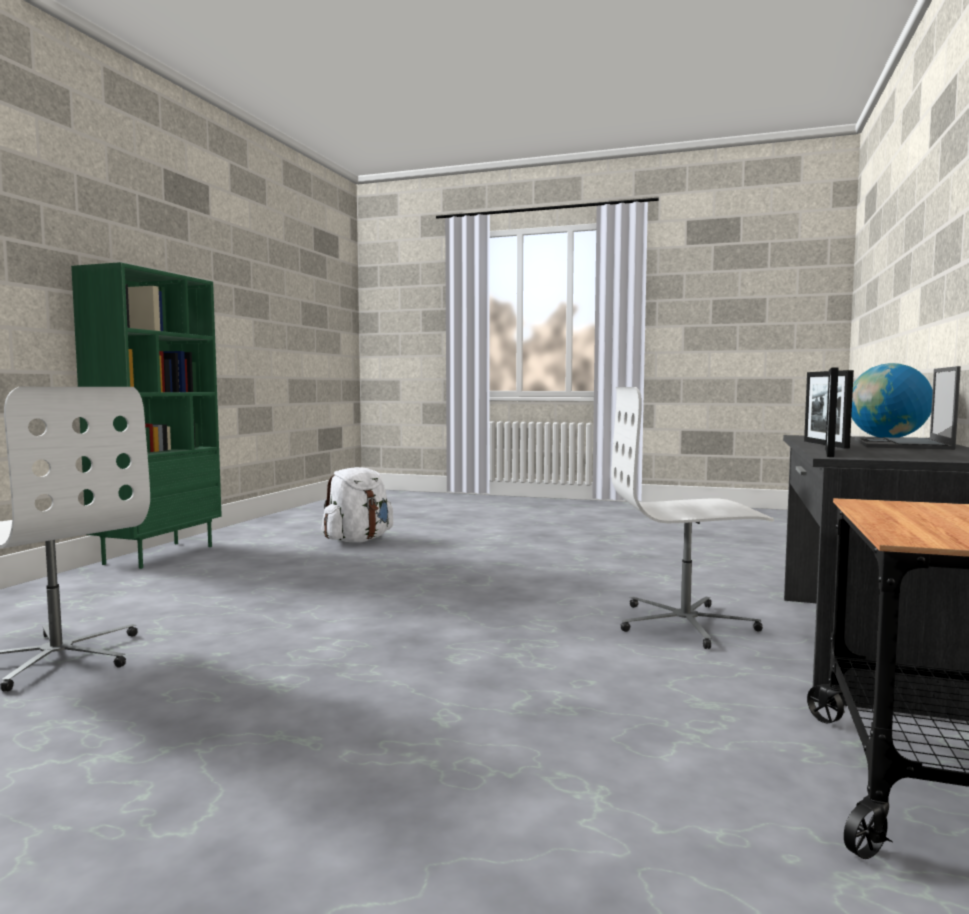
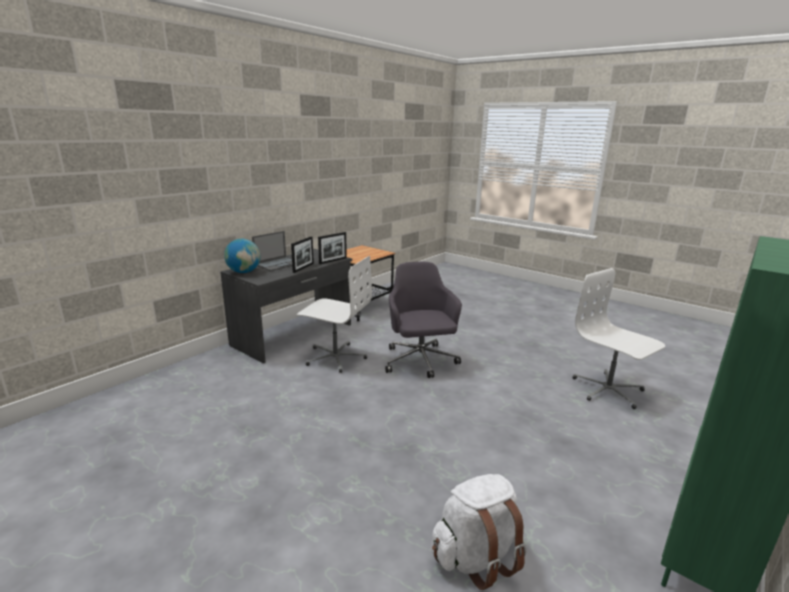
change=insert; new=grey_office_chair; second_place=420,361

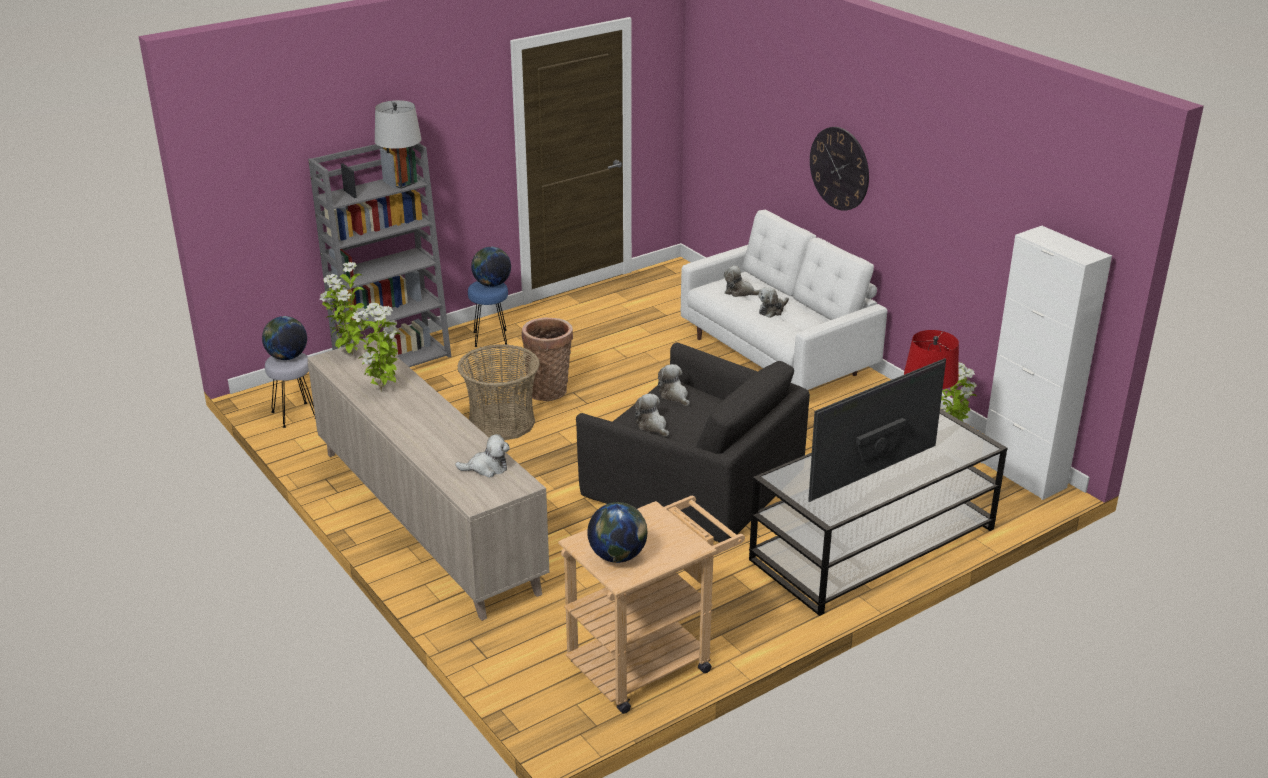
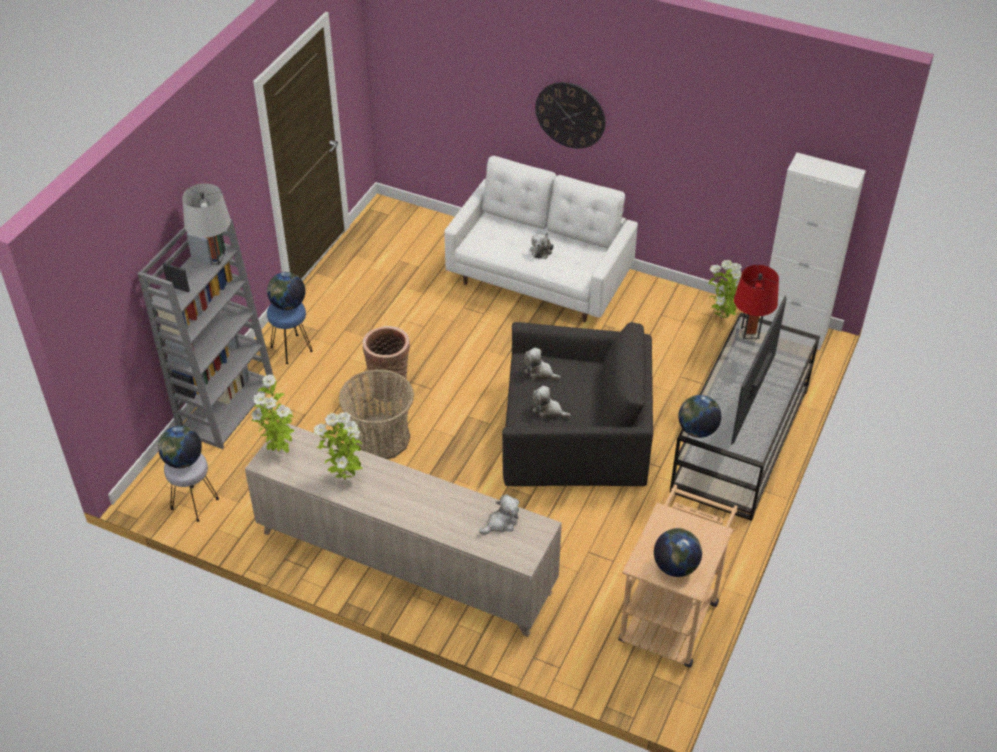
change=delete; old=plush_toy; first_place=740,292
change=insert; new=globe; second_place=697,430

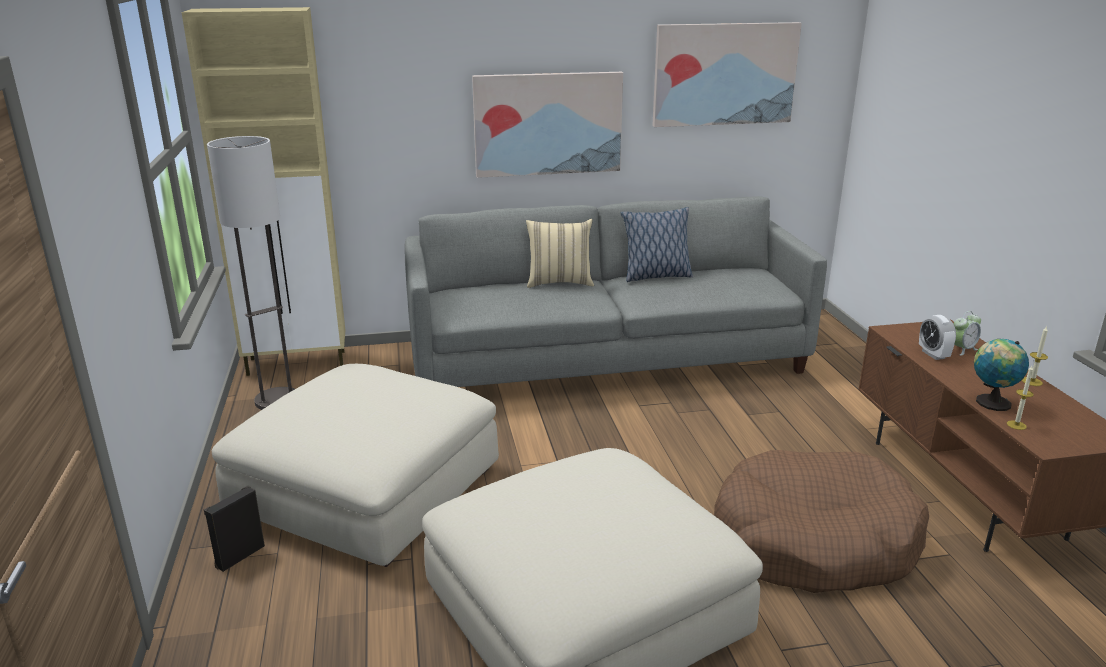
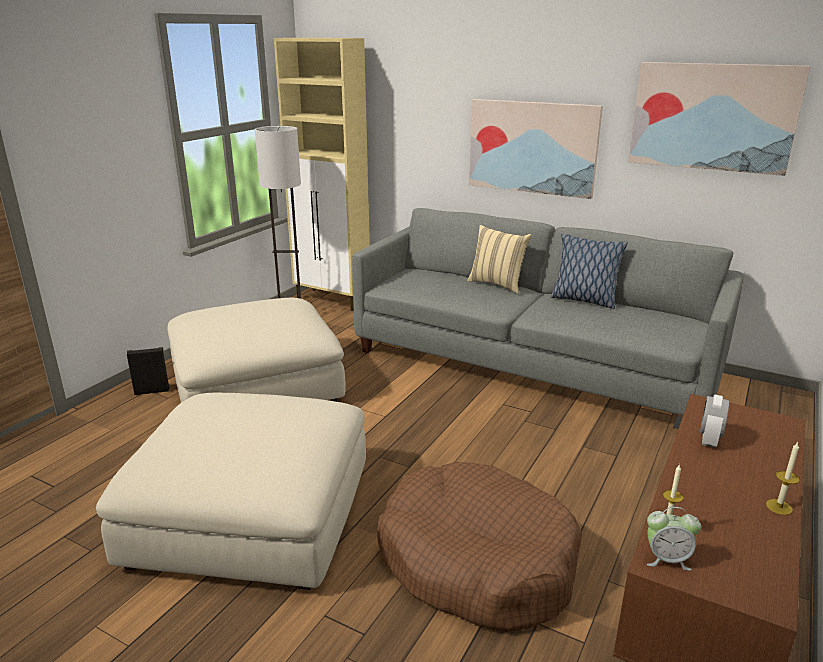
change=delete; old=globe; first_place=990,403
change=move; old=alarm_clock; first_place=962,349; second_place=667,559

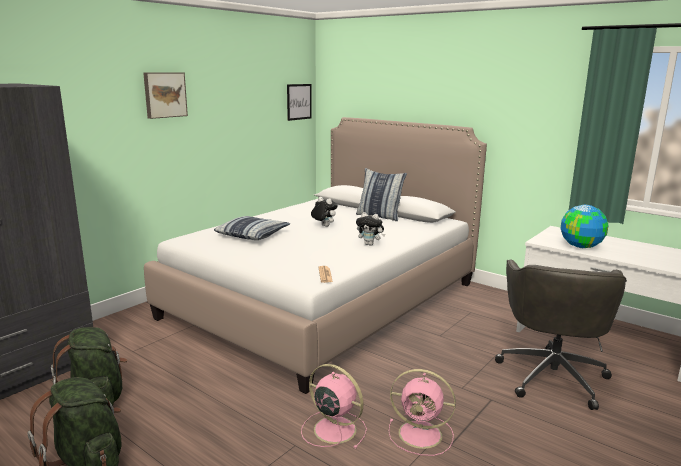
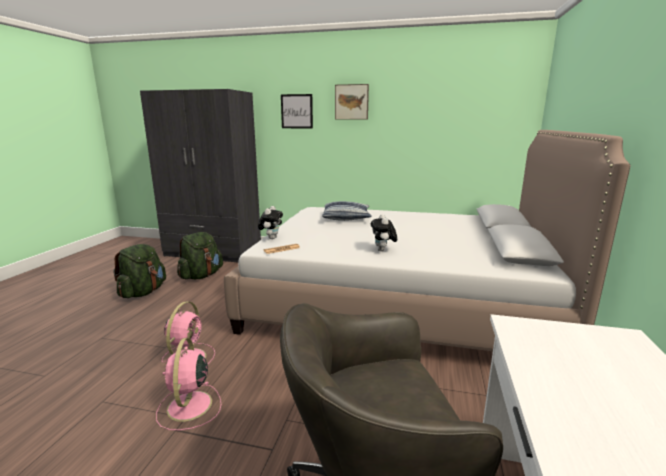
change=delete; old=pillow; first_place=379,216
change=delete; old=globe; first_place=581,246
change=move; old=picture; first_place=299,101; second_place=296,111
change=move; old=plush_toy; first_place=323,226; second_place=271,238

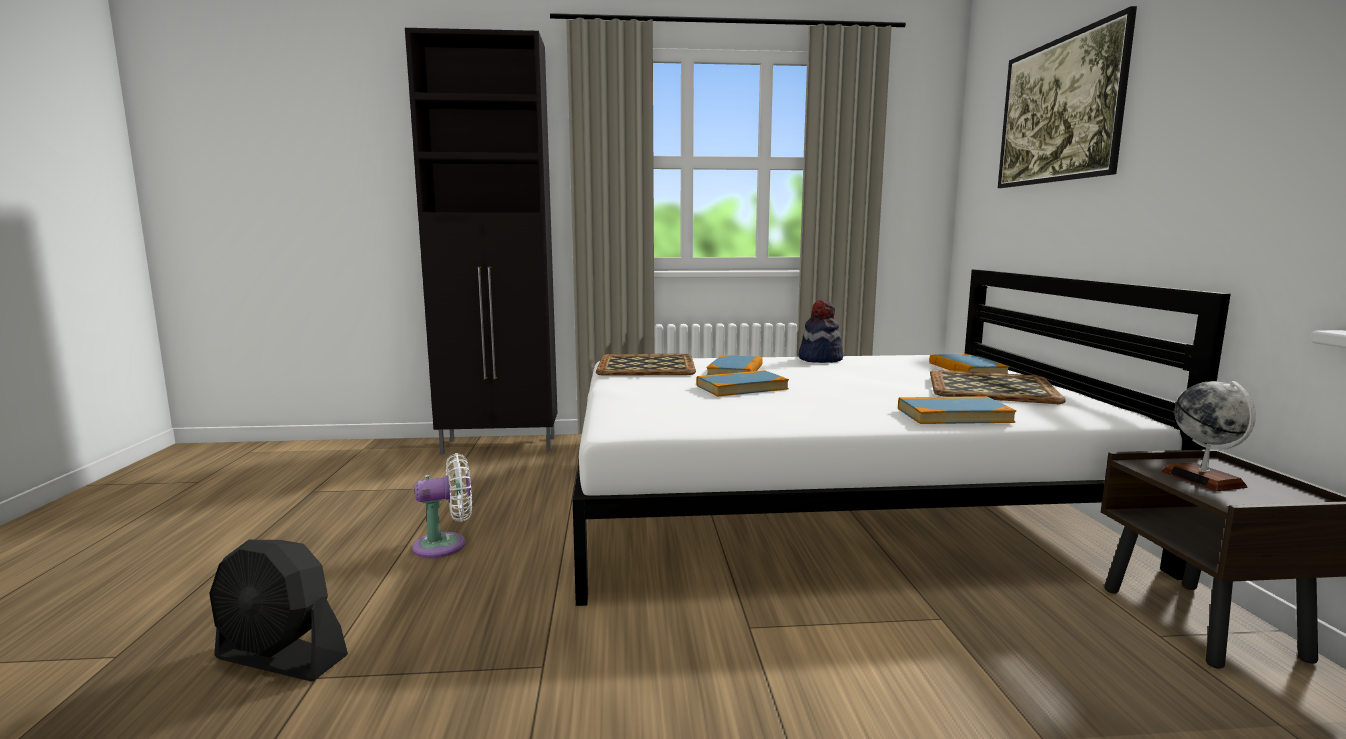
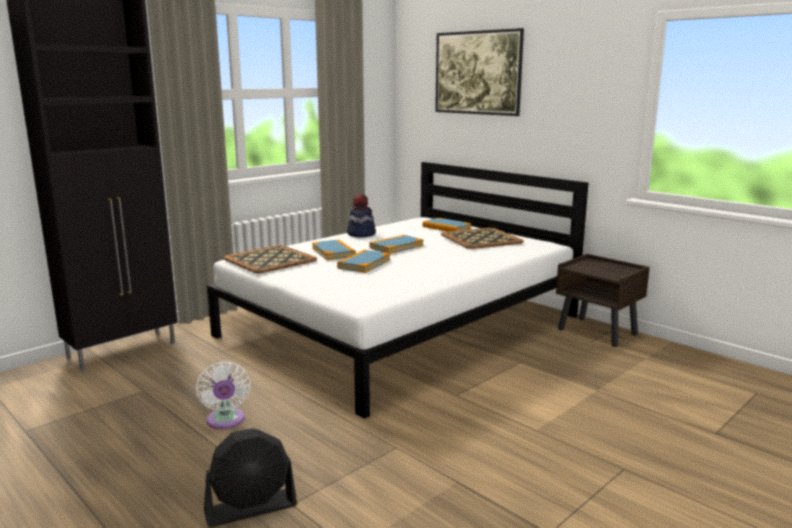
change=delete; old=globe; first_place=1203,479
change=move; old=book; first_place=954,415; second_place=396,247
change=rotate; old=white_fan; first_place=446,545; second_place=226,421; degrees=135

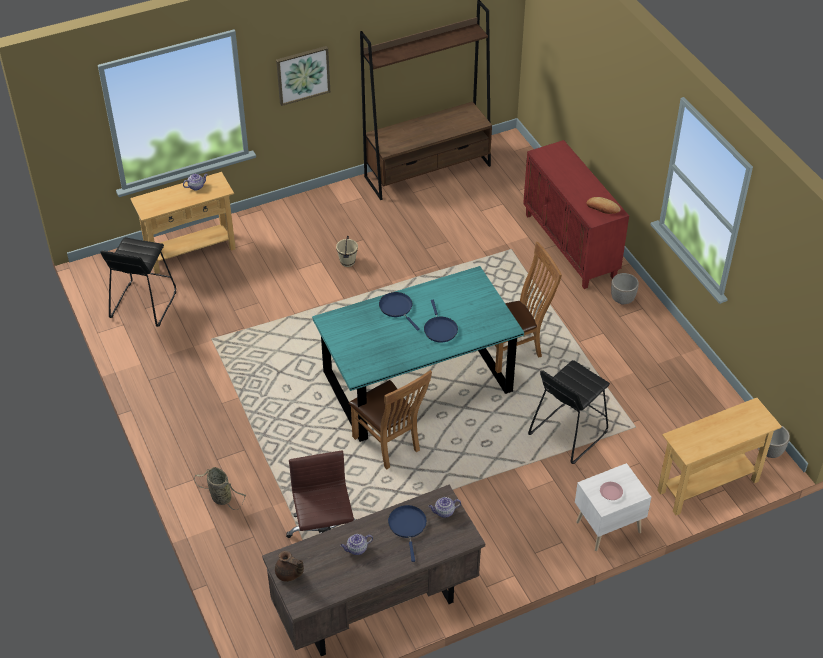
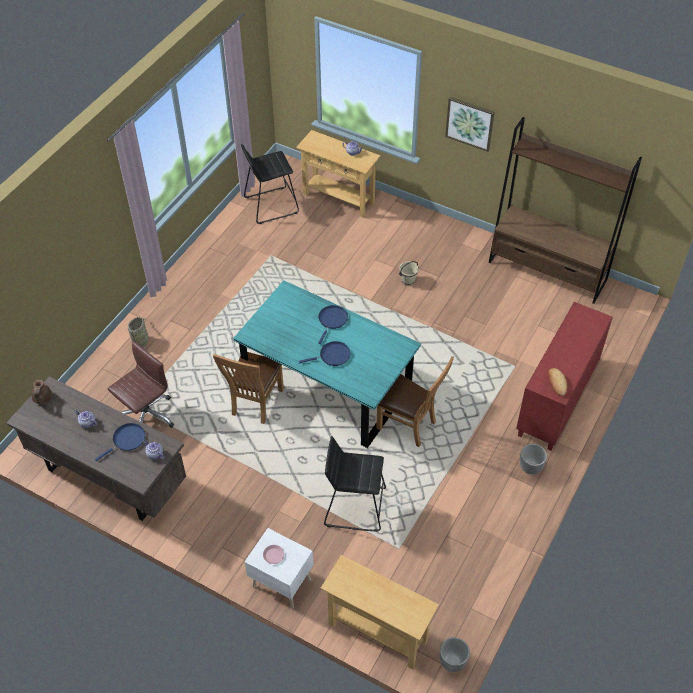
change=rotate; old=blue_frying_pan; first_place=440,329; second_place=332,356; degrees=-150

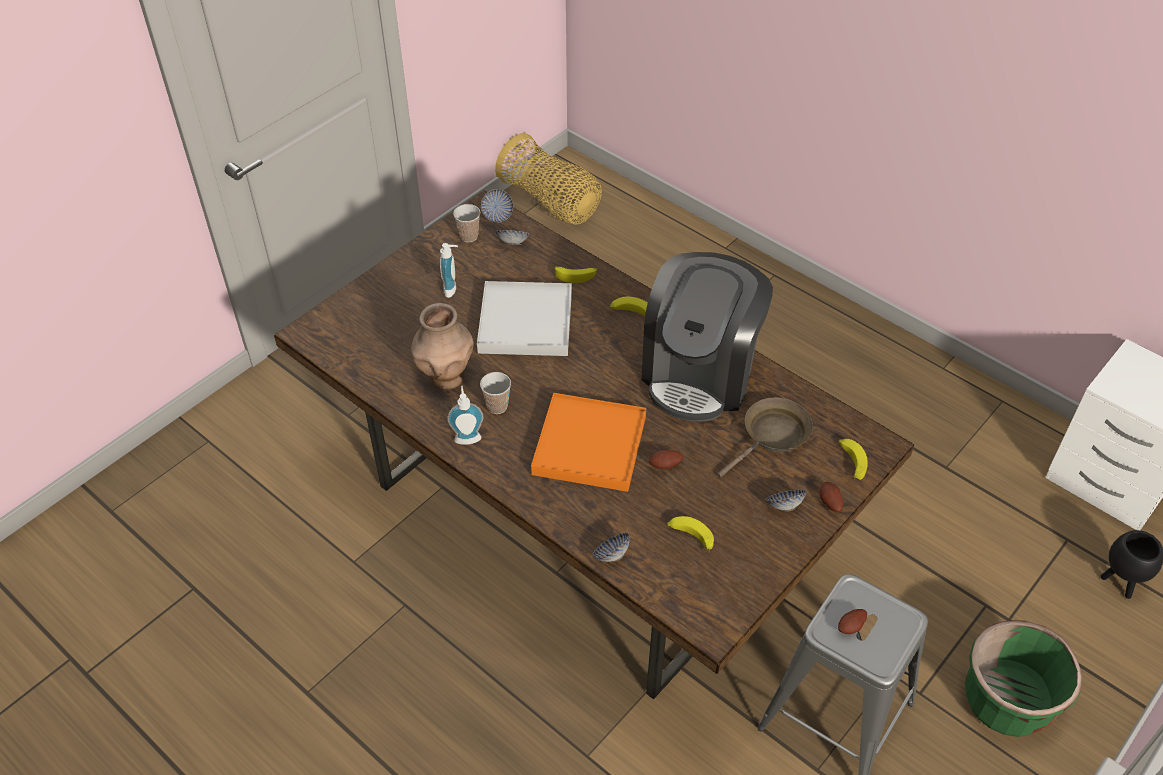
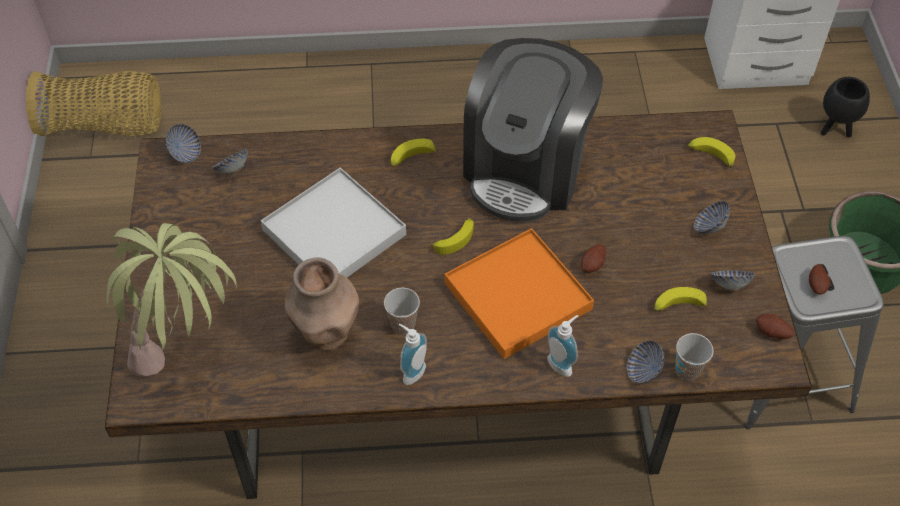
change=delete; old=brown_frying_pan; first_place=772,436
change=insert; new=potted_plant; second_place=188,352
change=insert; new=bowl; second_place=729,285
change=move; old=soap_dispenser; first_place=453,289; second_place=562,363
change=move; old=cup; first_place=469,236; second_place=687,370
change=move; old=banana; first_place=576,276; second_place=455,239
change=move; old=potato; first_place=829,503; second_place=771,333
change=rotate; old=coffee_machine; first_place=700,373; second_place=526,169; degrees=45

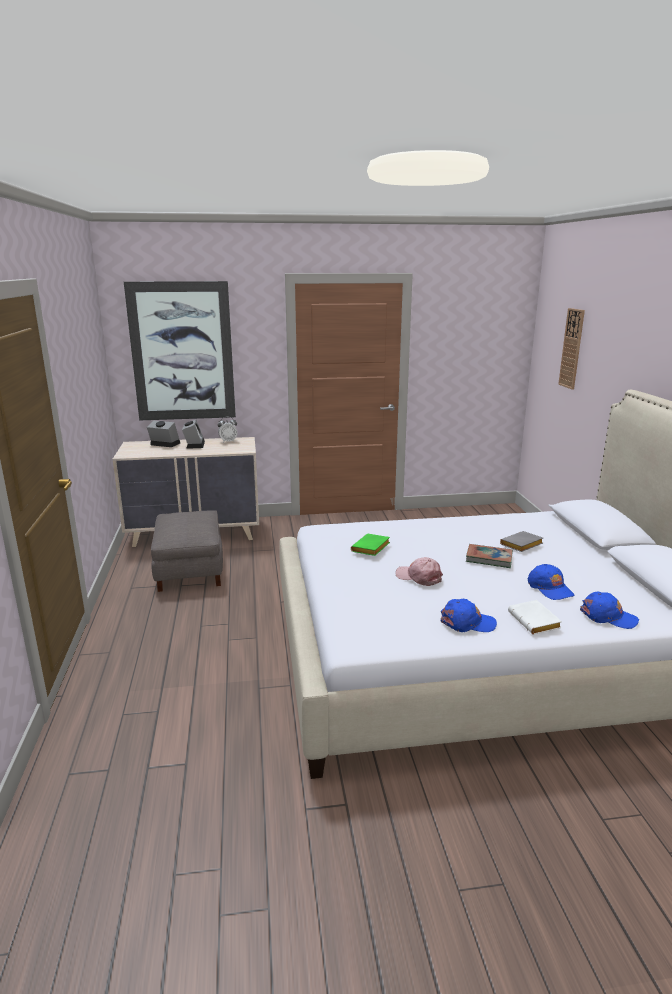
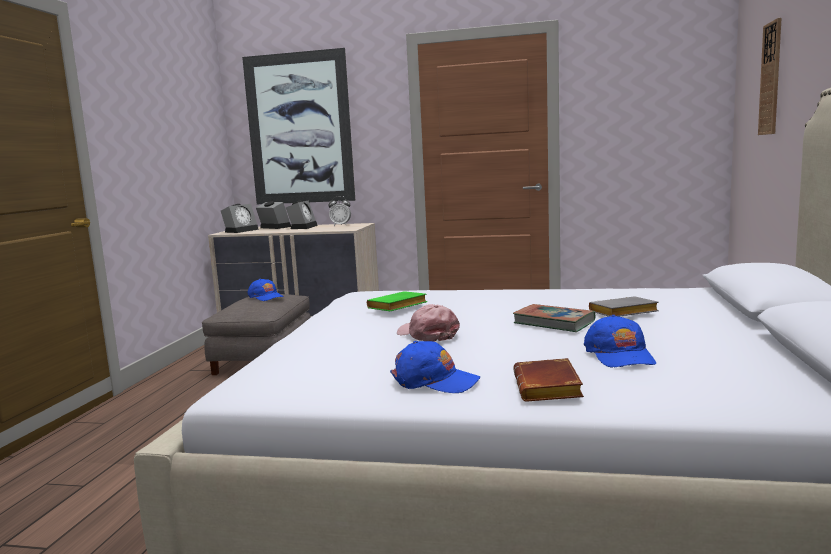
change=insert; new=alarm_clock; second_place=241,230
change=move; old=blue_cap; first_place=608,616; second_place=266,297
change=recolor; old=white_book; new=brown_book; first_place=535,622; second_place=549,388

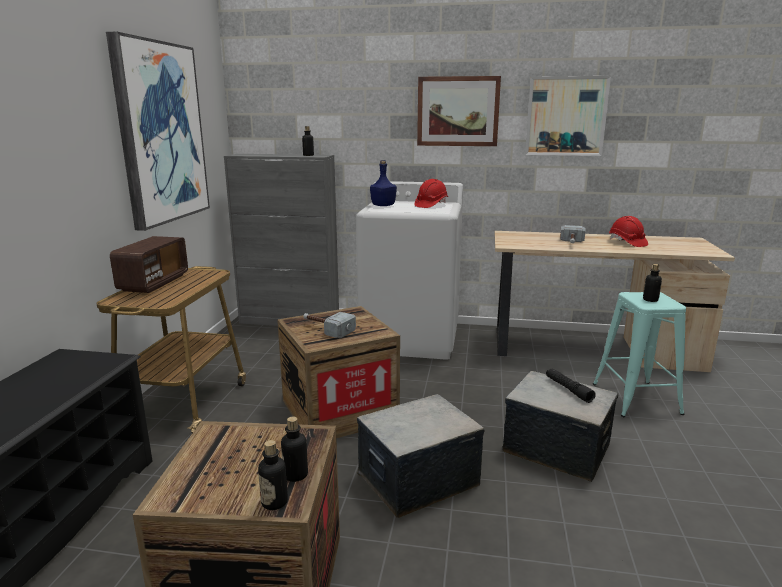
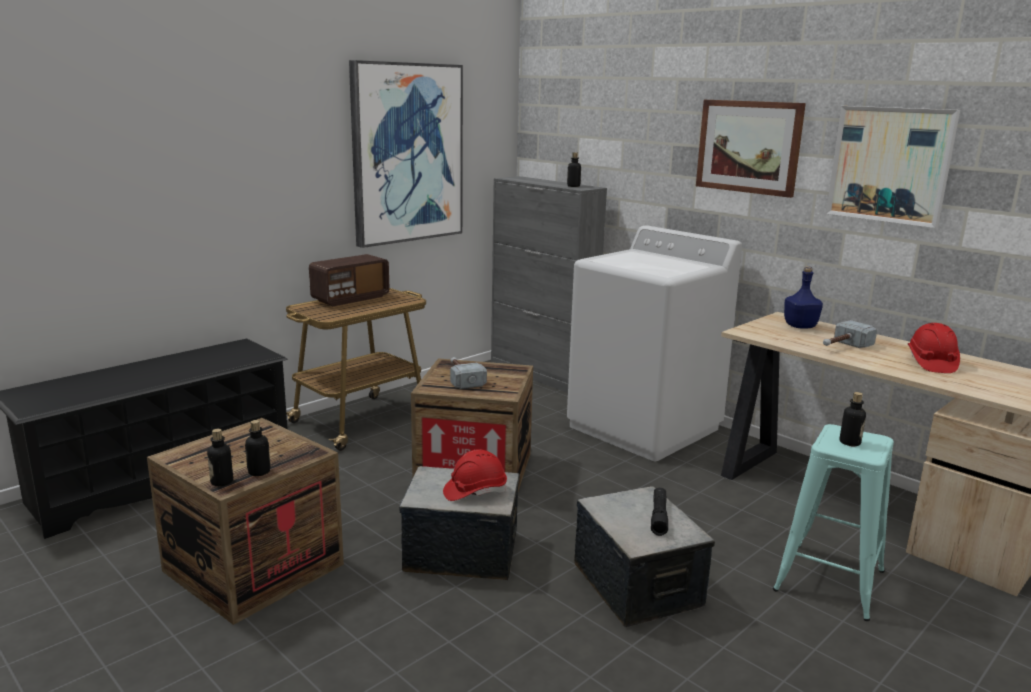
change=move; old=blue_bottle; first_place=383,205; second_place=800,326
change=move; old=red_hard_hat; first_place=431,205; second_place=475,491

